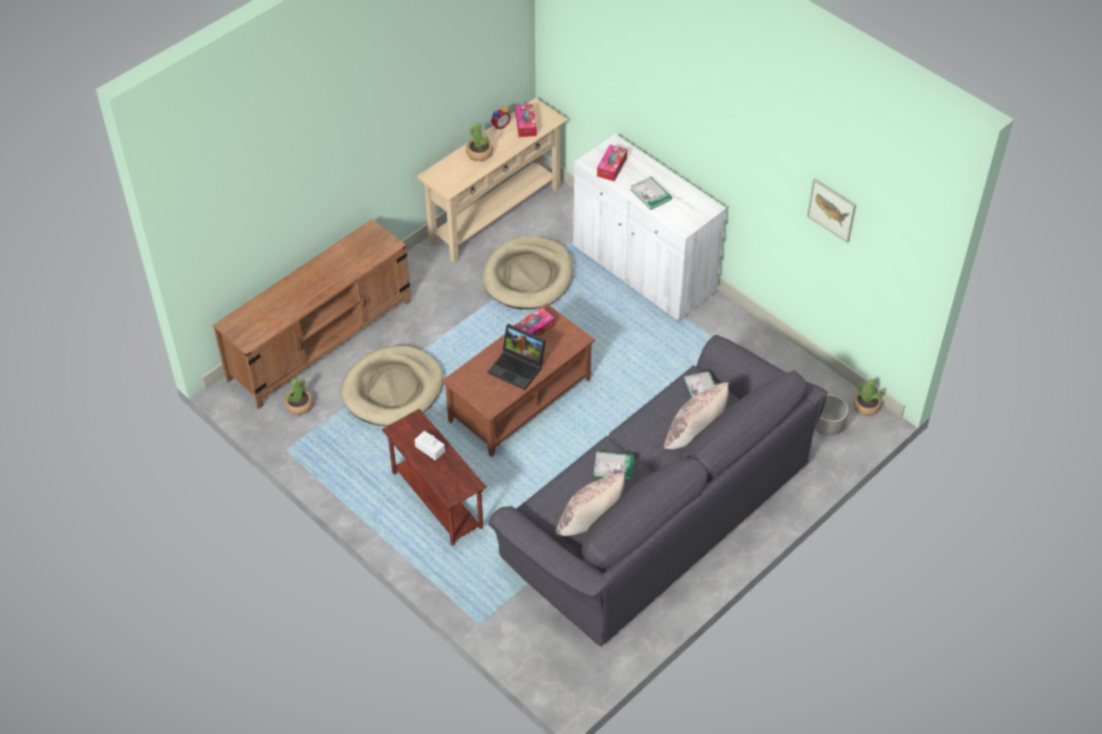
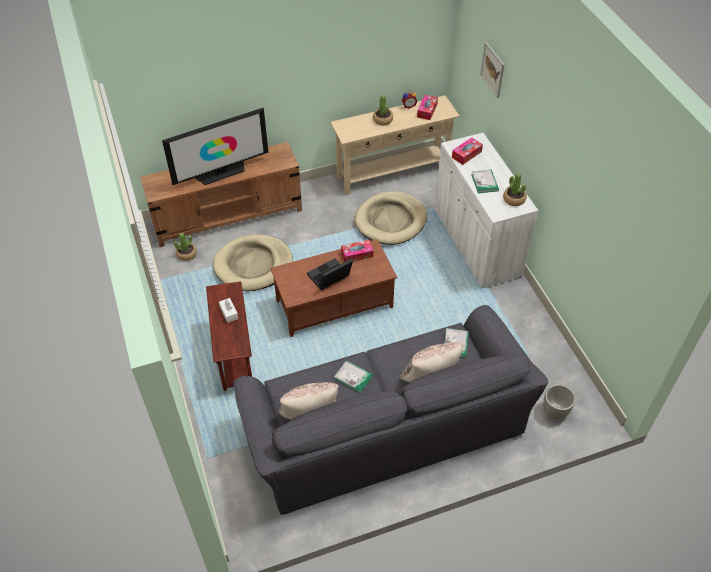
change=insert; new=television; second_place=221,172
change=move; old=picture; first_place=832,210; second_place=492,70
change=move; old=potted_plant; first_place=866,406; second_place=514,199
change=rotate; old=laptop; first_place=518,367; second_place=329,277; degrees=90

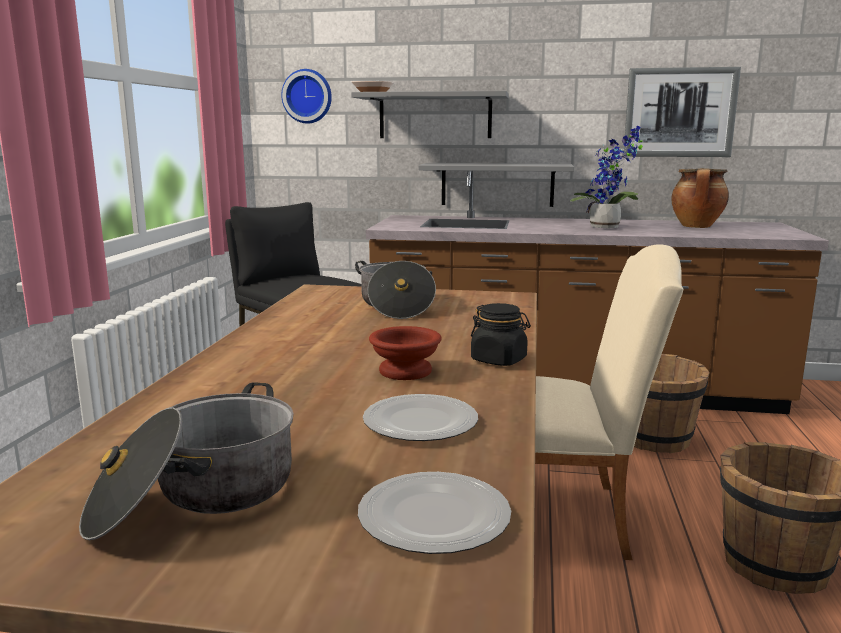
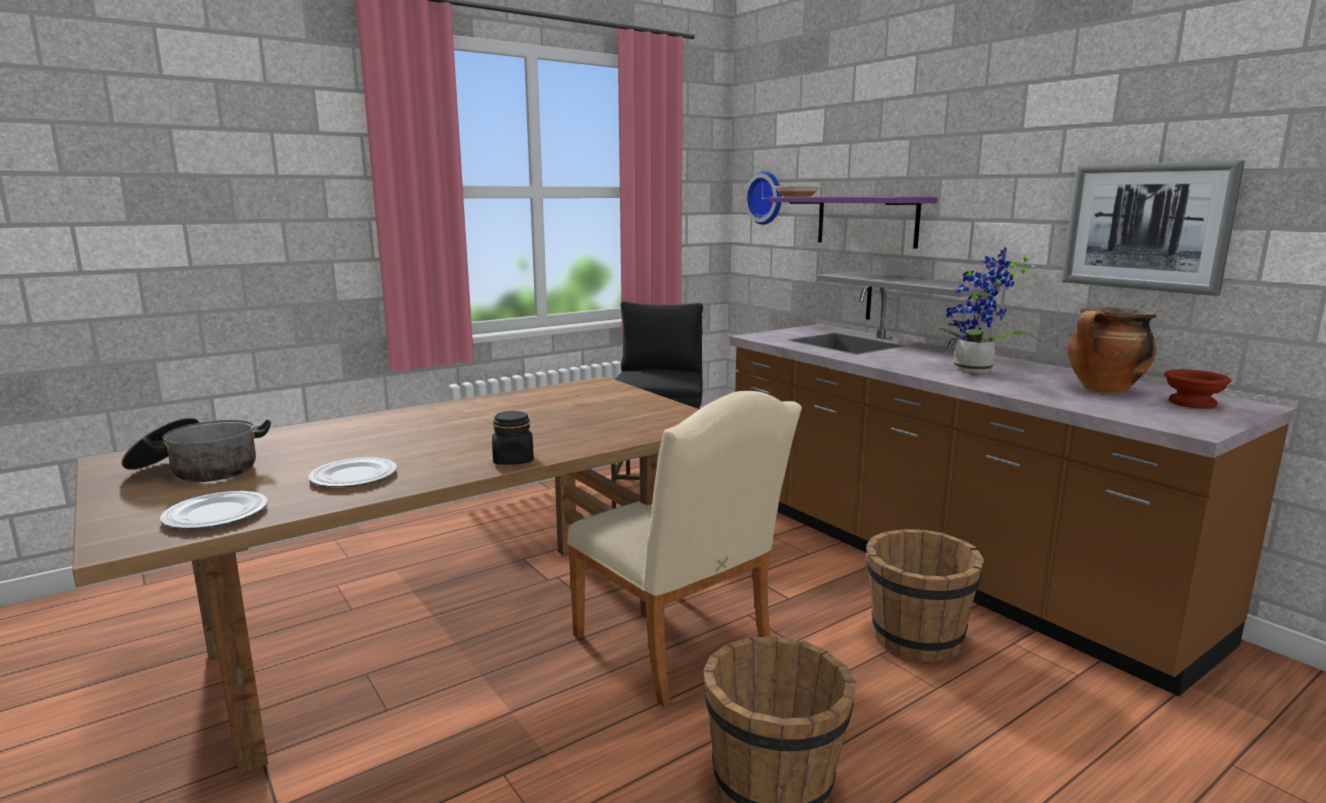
change=delete; old=cooking_pot; first_place=395,306
change=move; old=brown_bowl; first_place=407,371; second_place=1194,403
change=recolor; old=grey_shelf; new=purple_shelf; first_place=435,116; second_place=866,221

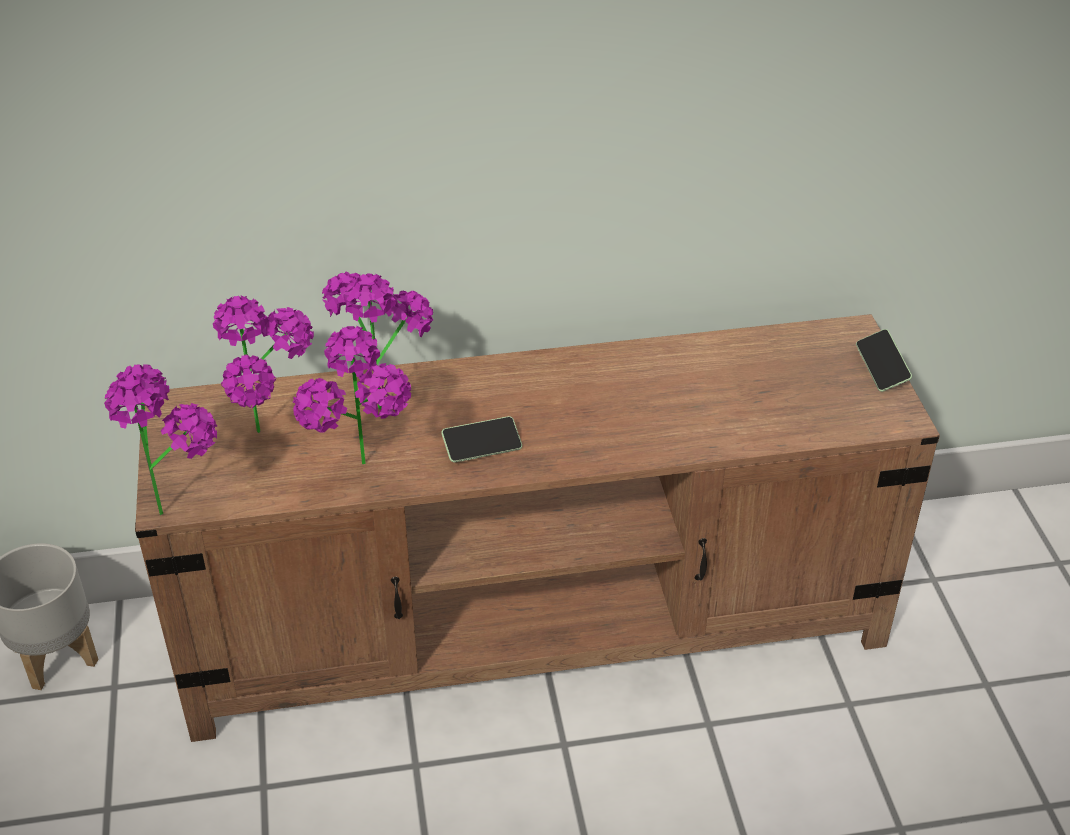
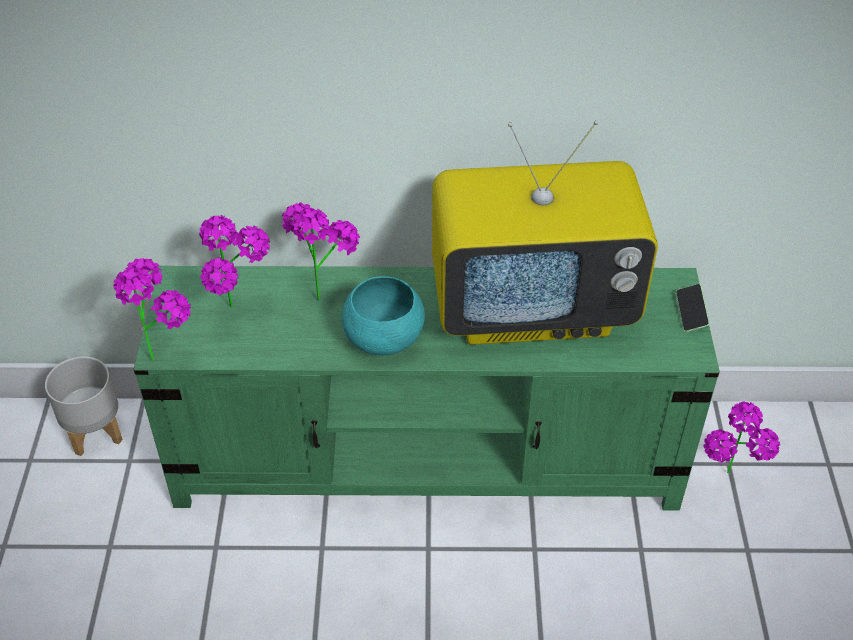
change=insert; new=television; second_place=534,308
change=move; old=potted_plant; first_place=364,478; second_place=729,483
change=replace; old=phone; new=turquoise_bowl; first_place=482,447; second_place=383,339
change=recolor; old=brown_tv_stand; new=green_tv_stand; first_place=537,625; second_place=428,457

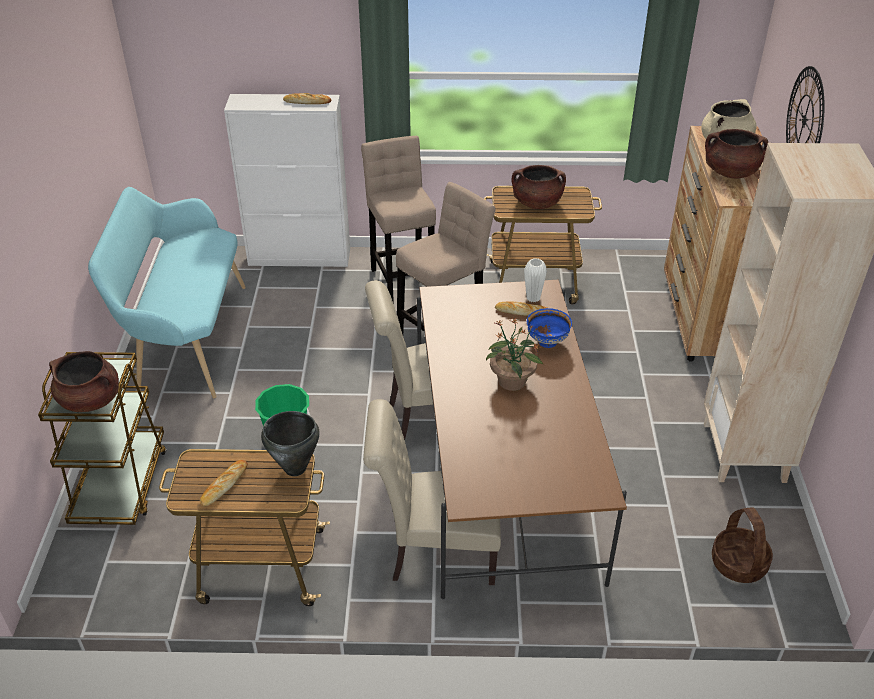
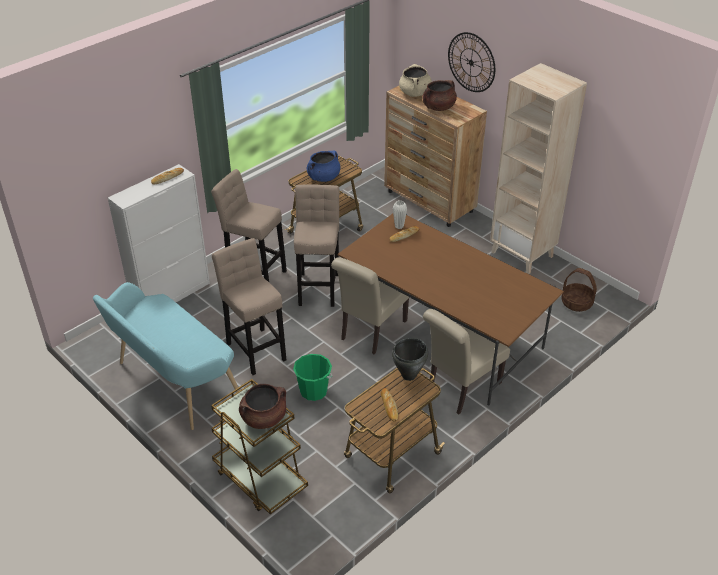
change=delete; old=potted_plant; first_place=512,382
change=delete; old=blue_bowl; first_place=547,342
change=insert; new=beige_stool; second_place=255,349
change=recolor; old=brown_cooking_pot; new=blue_cooking_pot; first_place=537,203; second_place=323,177

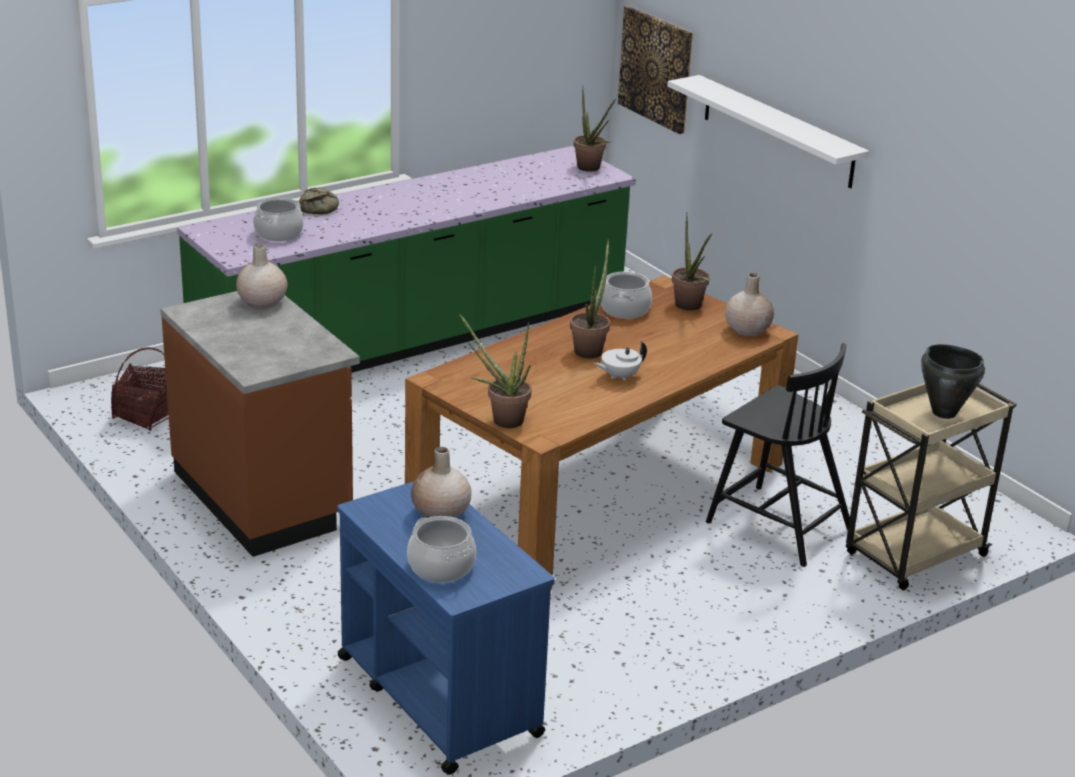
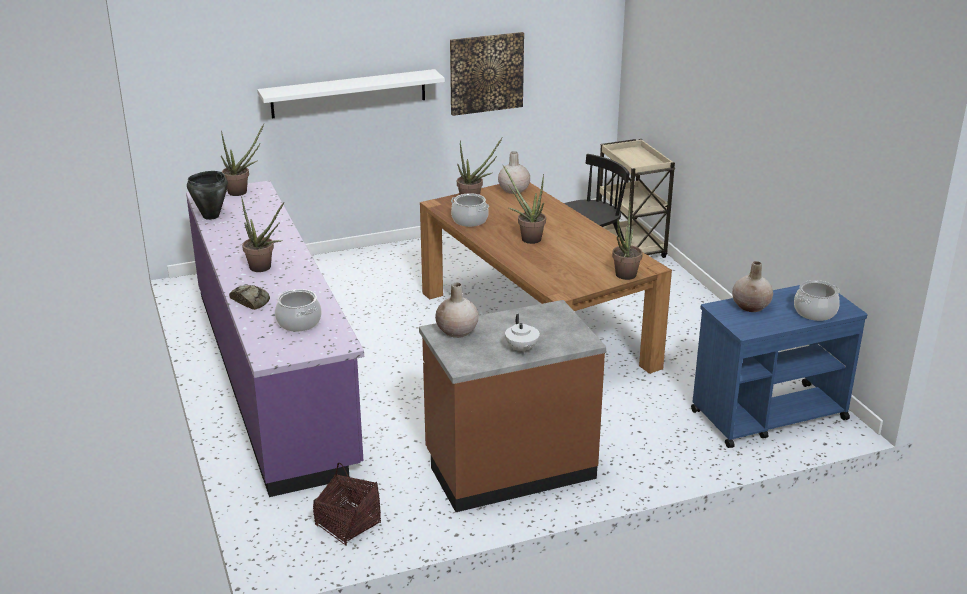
change=insert; new=potted_plant; second_place=264,268
change=move; old=white_teapot; first_place=619,376; second_place=521,349
change=move; old=picture; first_place=656,69; second_place=486,73
change=move; old=black_cooking_pot; first_place=943,412; second_place=210,216
change=recolor; old=green_counter; new=purple_counter; first_place=416,339; second_place=274,374

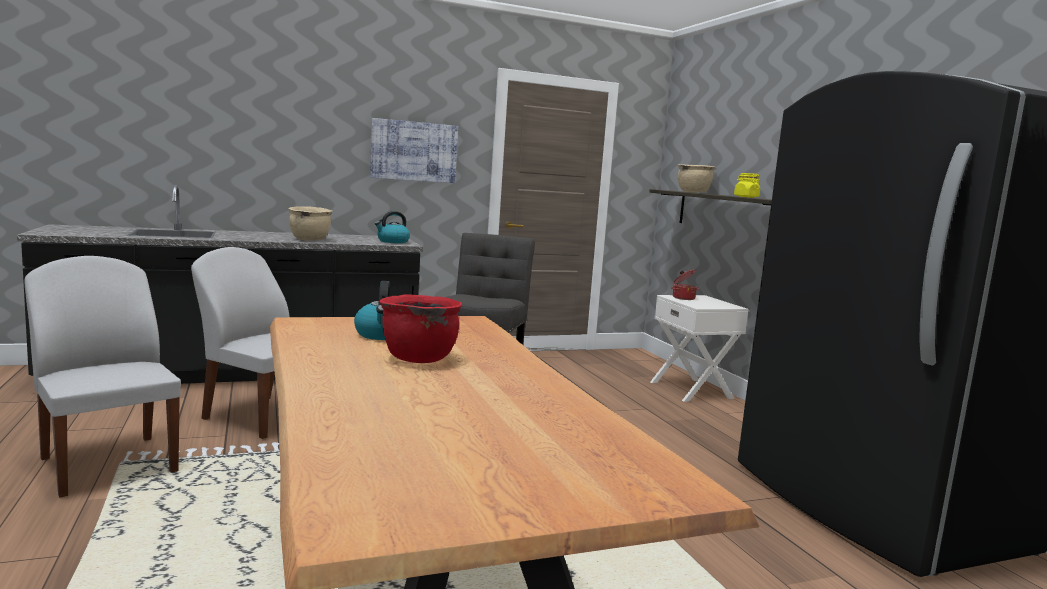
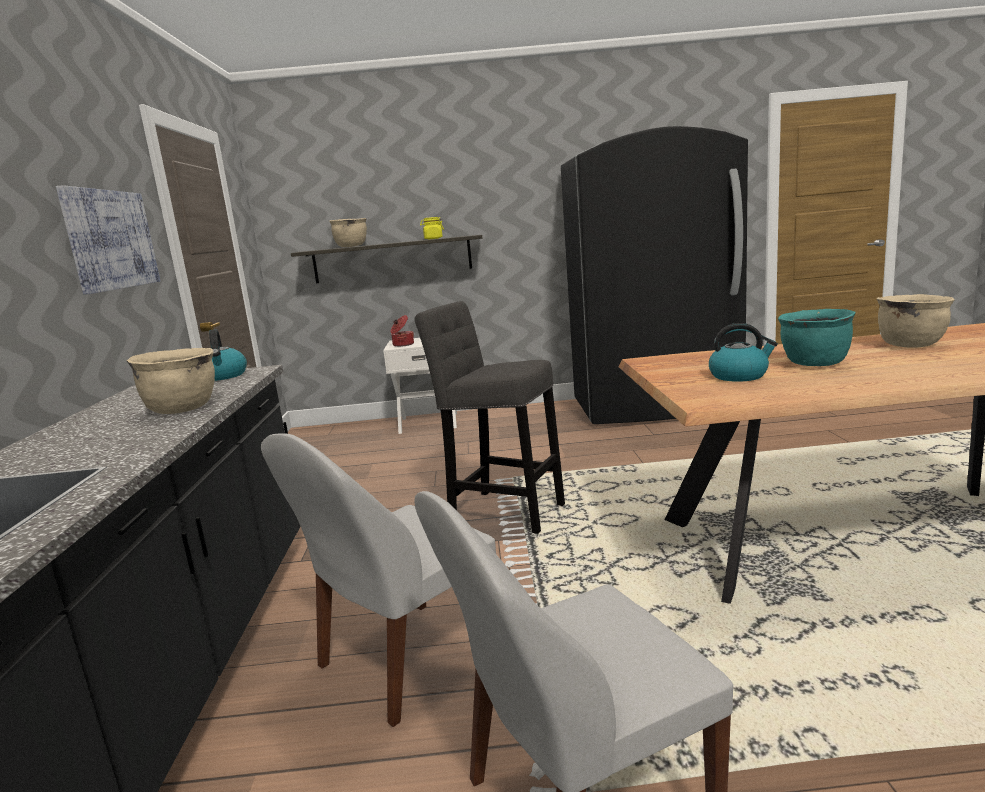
change=insert; new=beige_cooking_pot; second_place=910,345
change=recolor; old=red_cooking_pot; new=turquoise_cooking_pot; first_place=418,358; second_place=814,364

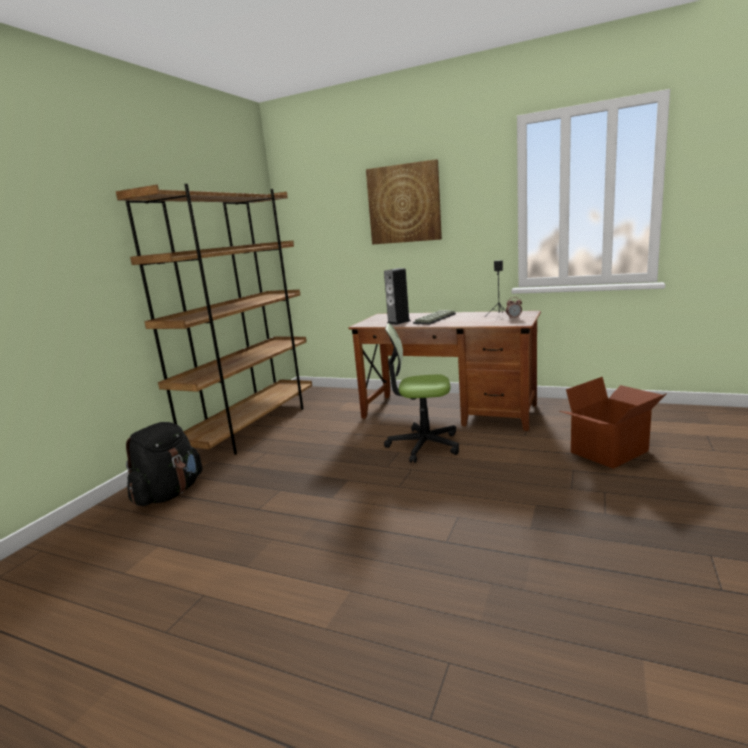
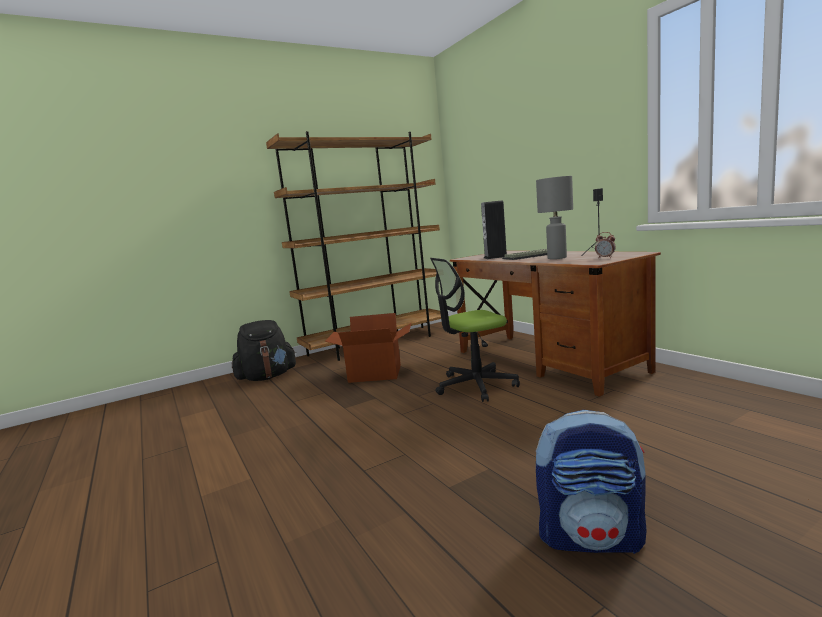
change=delete; old=picture; first_place=404,204
change=insert; new=backpack; second_place=591,537
change=insert; new=grey_table_lamp; second_place=556,258
change=move; old=cardboard_box; first_place=610,452; second_place=375,374
change=rotate; old=office_chair; first_place=423,445; second_place=475,385; degrees=-60

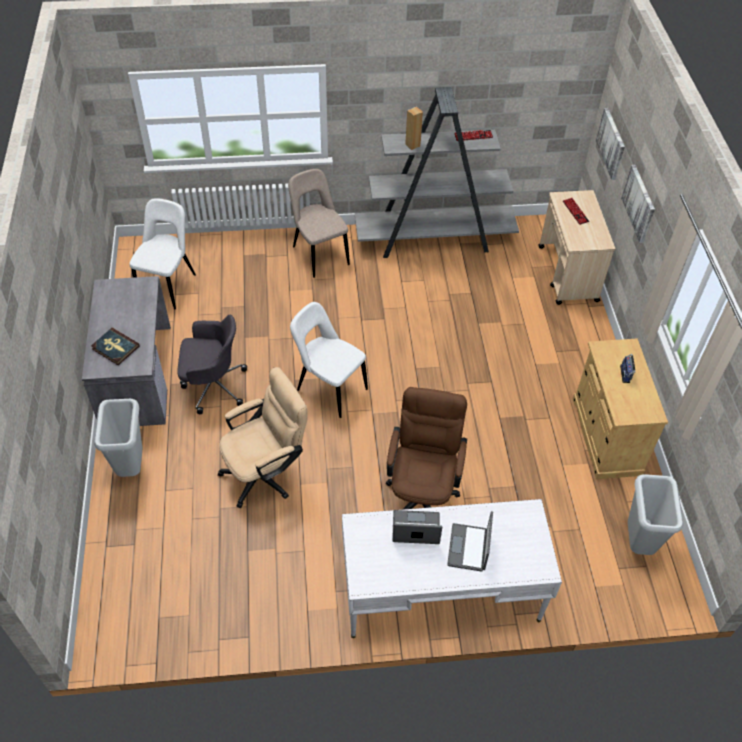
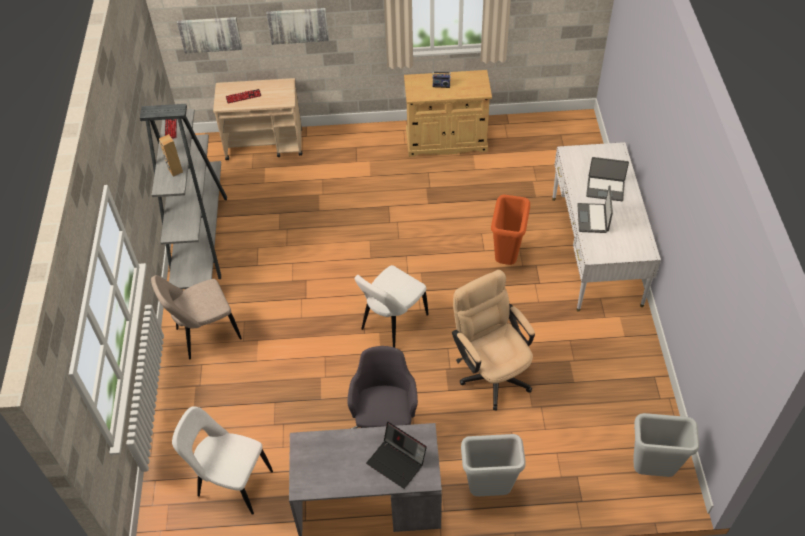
change=move; old=grey_trash_can; first_place=639,543; second_place=652,470
change=replace; old=book; new=laptop; first_place=115,347; second_place=397,462
change=replace; old=brown_office_chair; new=orange_trash_can; first_place=422,492; second_place=506,258

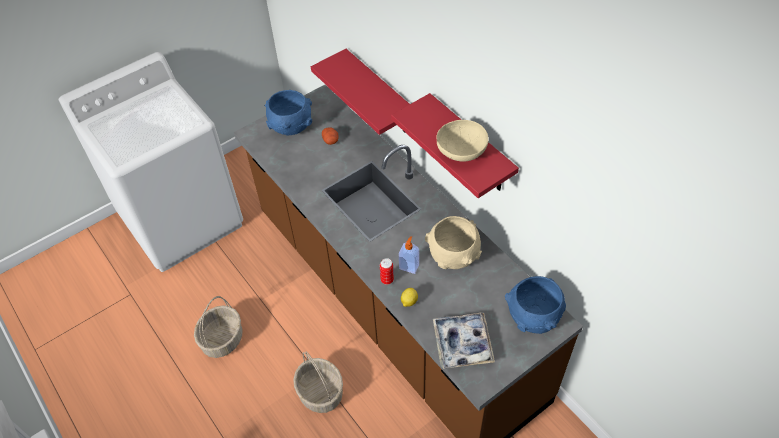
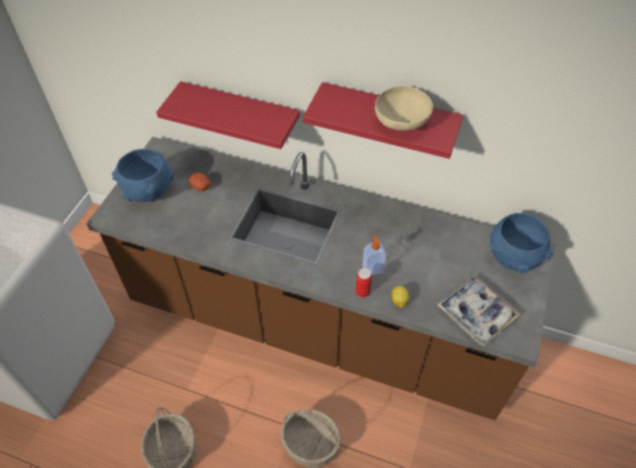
change=delete; old=beige_bowl; first_place=453,256

